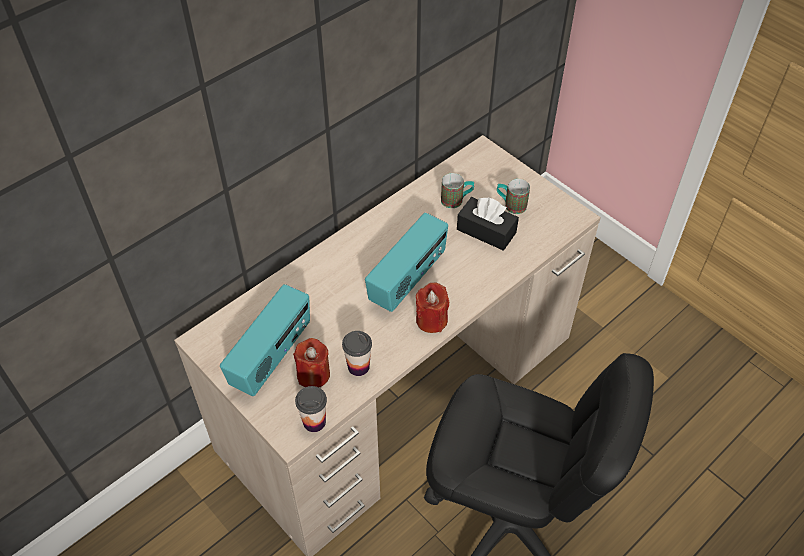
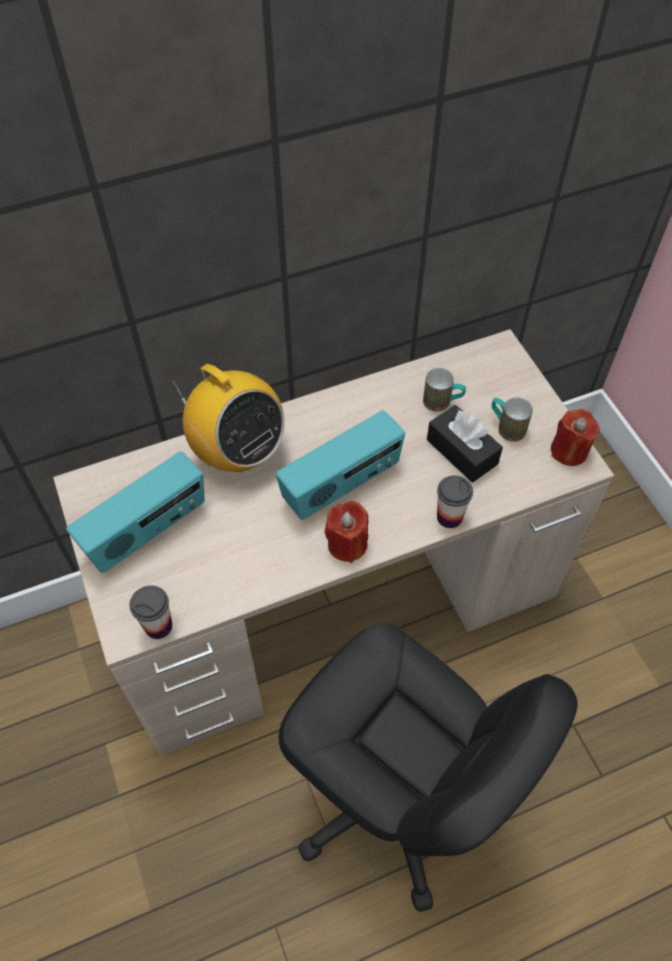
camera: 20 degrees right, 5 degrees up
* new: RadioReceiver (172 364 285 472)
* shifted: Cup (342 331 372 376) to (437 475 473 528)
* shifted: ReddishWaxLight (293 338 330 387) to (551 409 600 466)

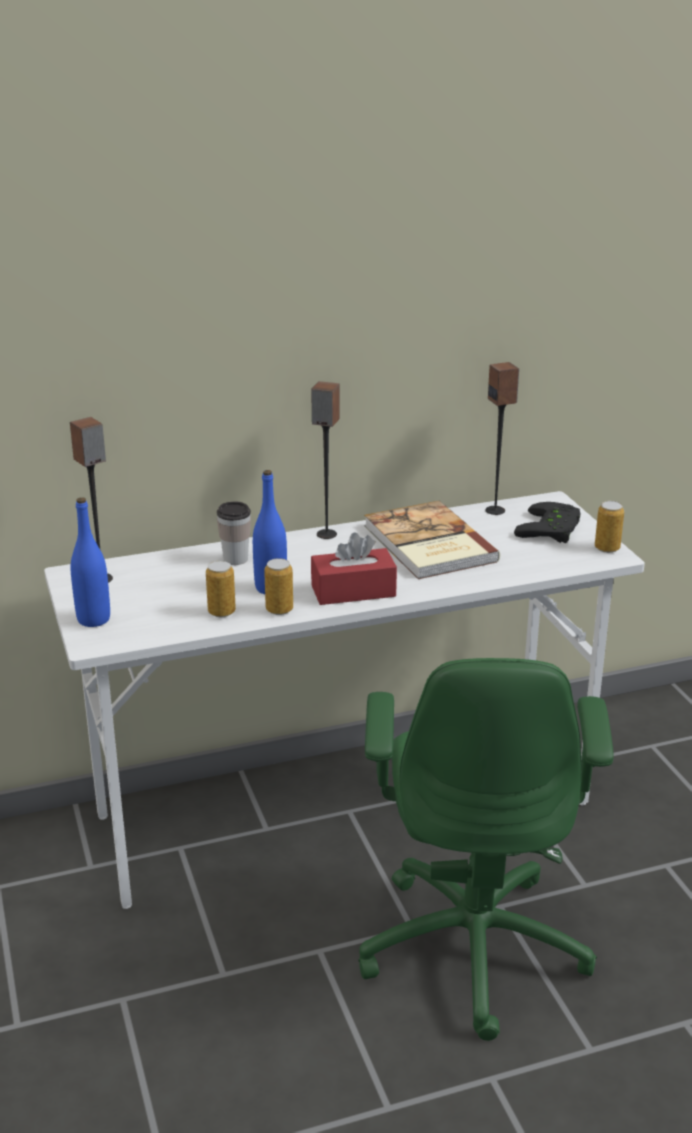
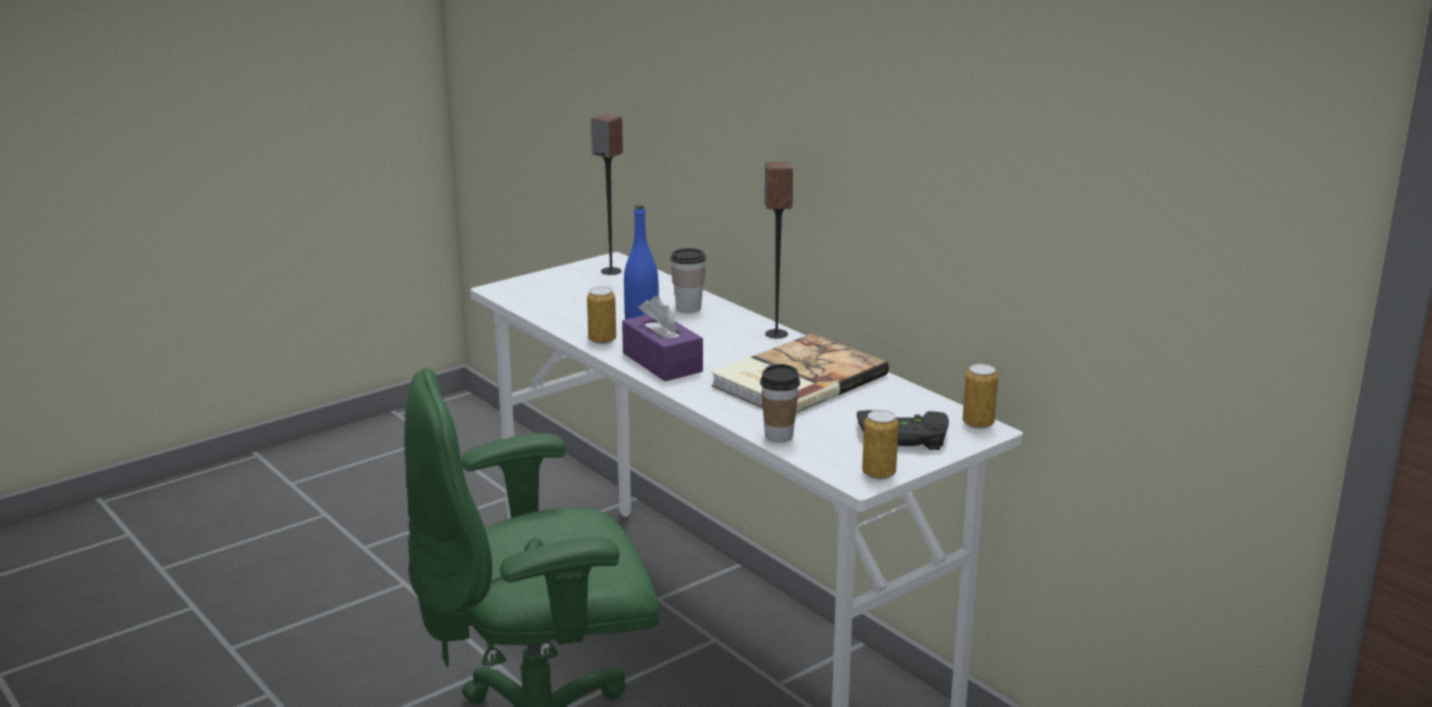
camera: 70 degrees right, 5 degrees down
* repainted: ReddishBoxOfTissues (311 532 397 605) to PurplishBoxOfTissues (622 296 703 381)
* new: Cup (760 364 800 442)
* shifted: Can (206 561 236 617) to (963 364 998 429)
* gone: BlueColouredBeverageBottle (70 497 110 627)
* gone: AudioSpeaker (486 362 519 515)

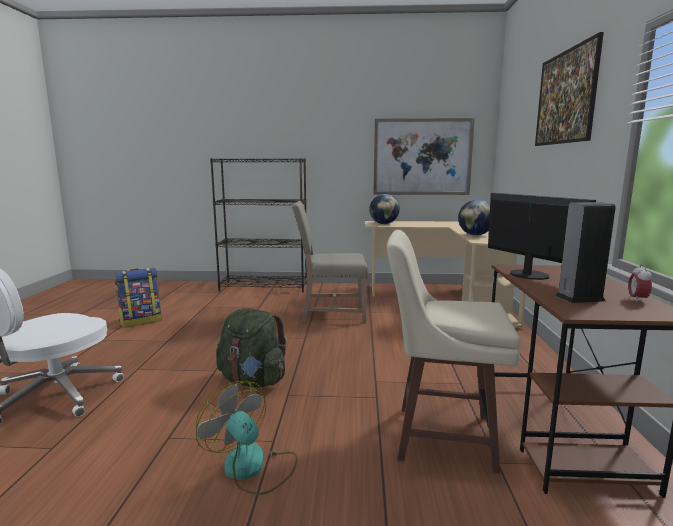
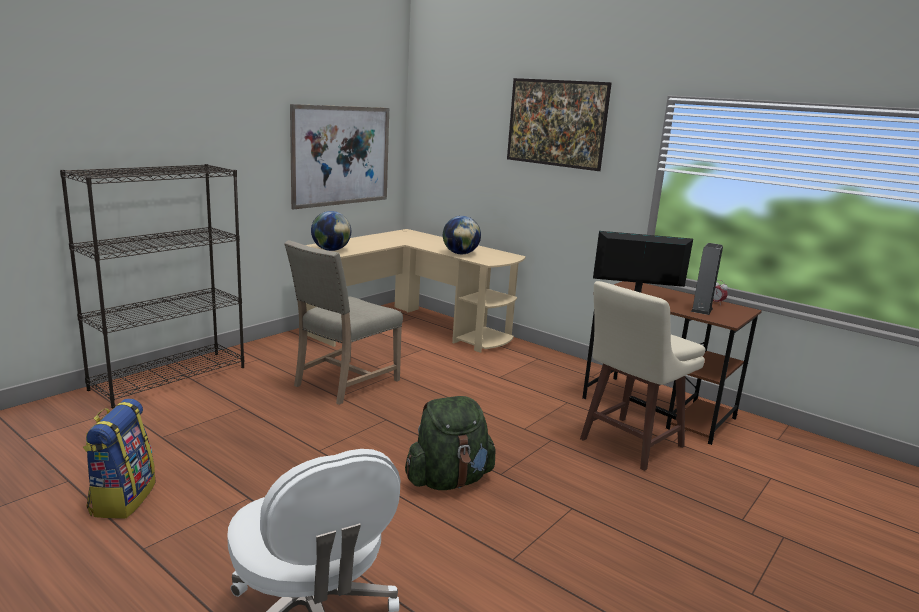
camera: 55 degrees left, 5 degrees up
* gone: ElectricFan (196 381 297 495)

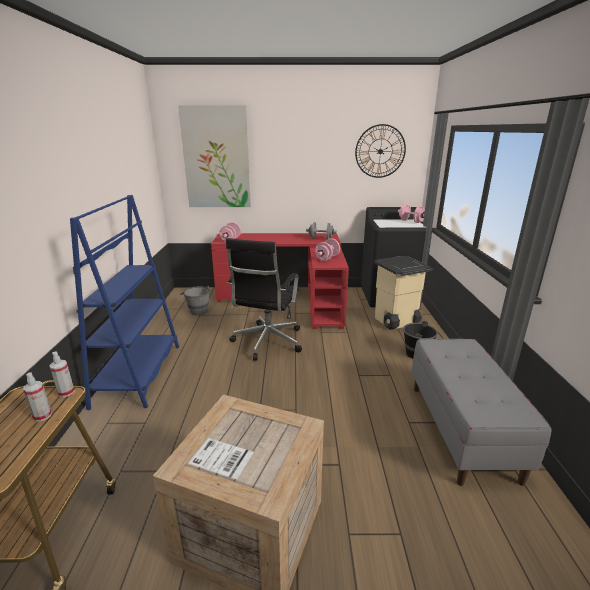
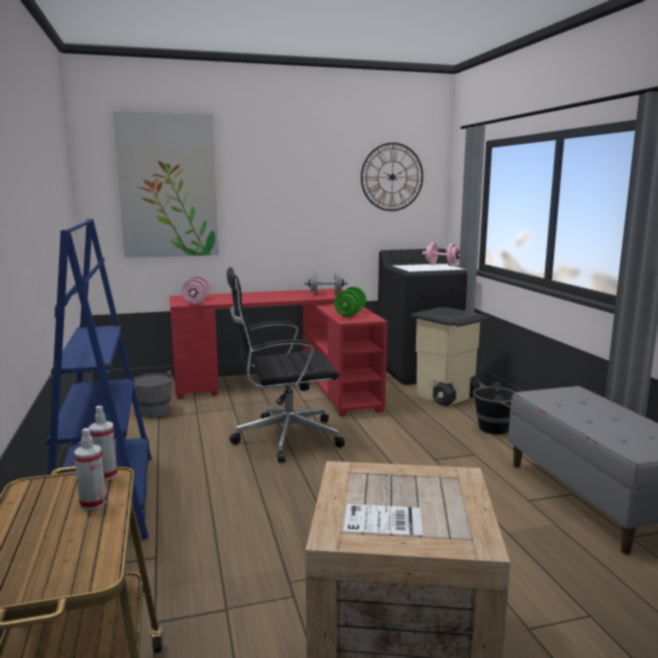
camera: 15 degrees left, 10 degrees down
* rotated: BlackishComputerChair (226 238 302 360) = (227 267 345 463) 75 degrees clockwise
* repainted: PinkishDumbbell (315 238 340 261) to GreenDumbbell (334 286 366 317)

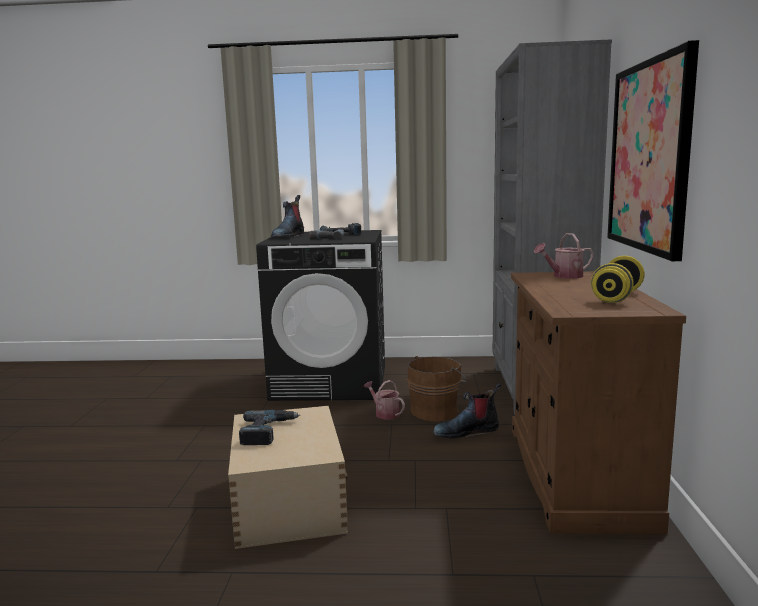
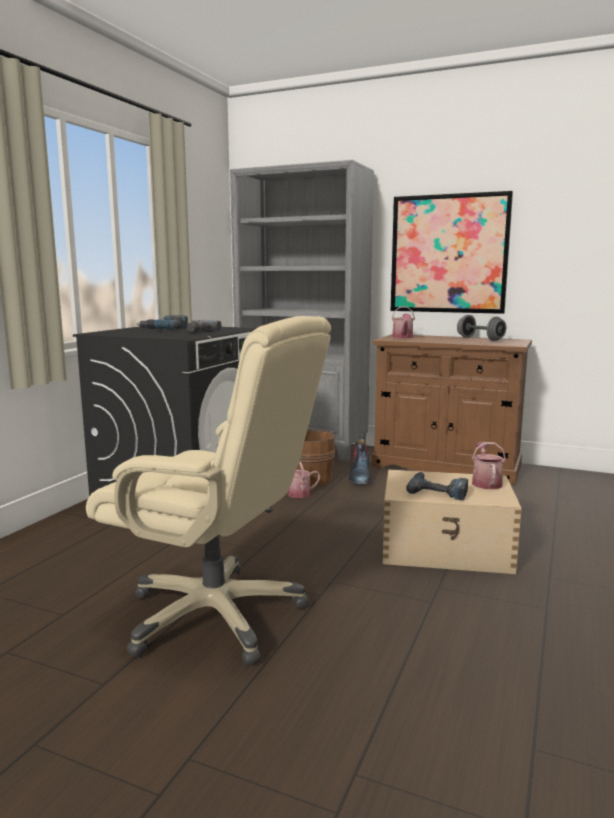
camera: 70 degrees left, 0 degrees up
* new: BeigeColouredComputerChair (86 316 331 666)
* repainted: YellowColouredDumbbell (591 256 645 303) to GrayDumbbell (457 315 506 341)
* new: WateringCan (472 442 506 489)
* gone: TallBoot (271 195 304 238)

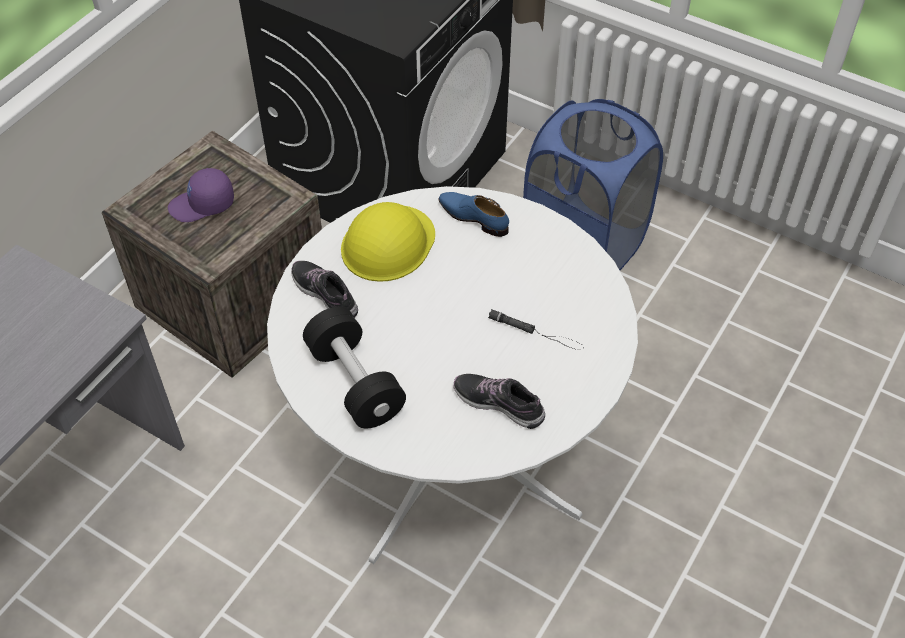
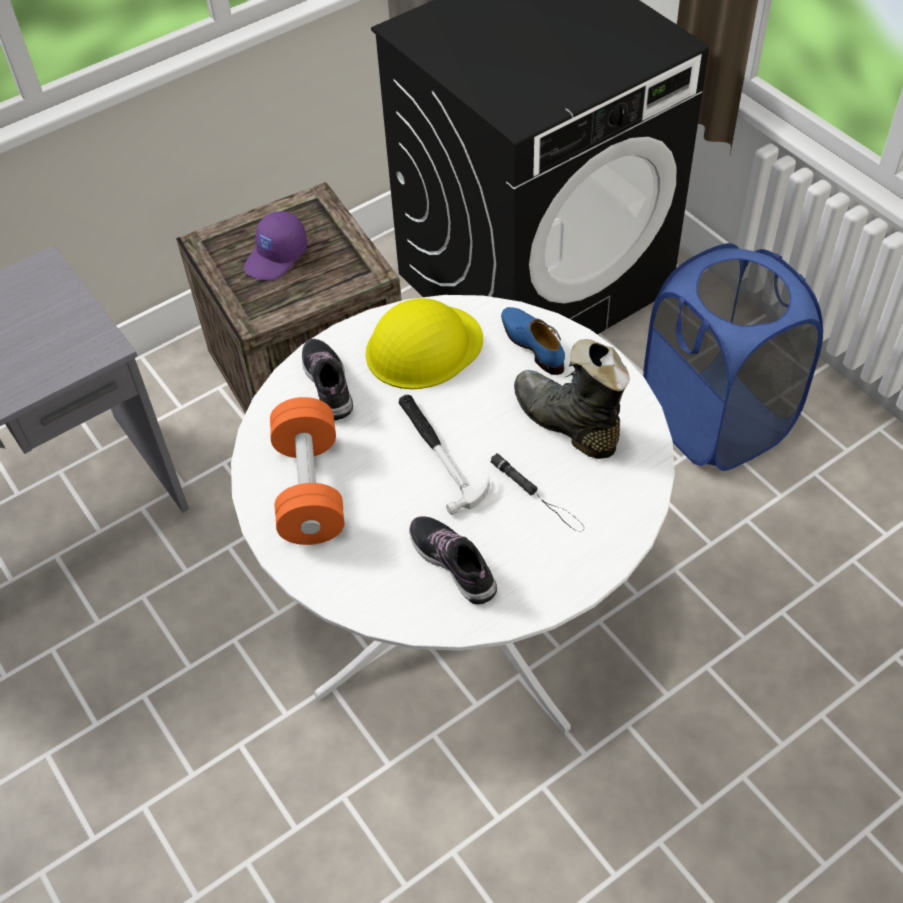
camera: 25 degrees right, 0 degrees up
* rotated: PurplishCap (168 168 234 222) = (244 211 307 280) 60 degrees counterclockwise
* repainted: BlackishDumbbell (303 307 406 429) to OrangeColouredDumbbell (270 397 344 545)
* new: ToolHammer (399 395 490 515)
* new: BlackishTallBoot (514 339 630 459)

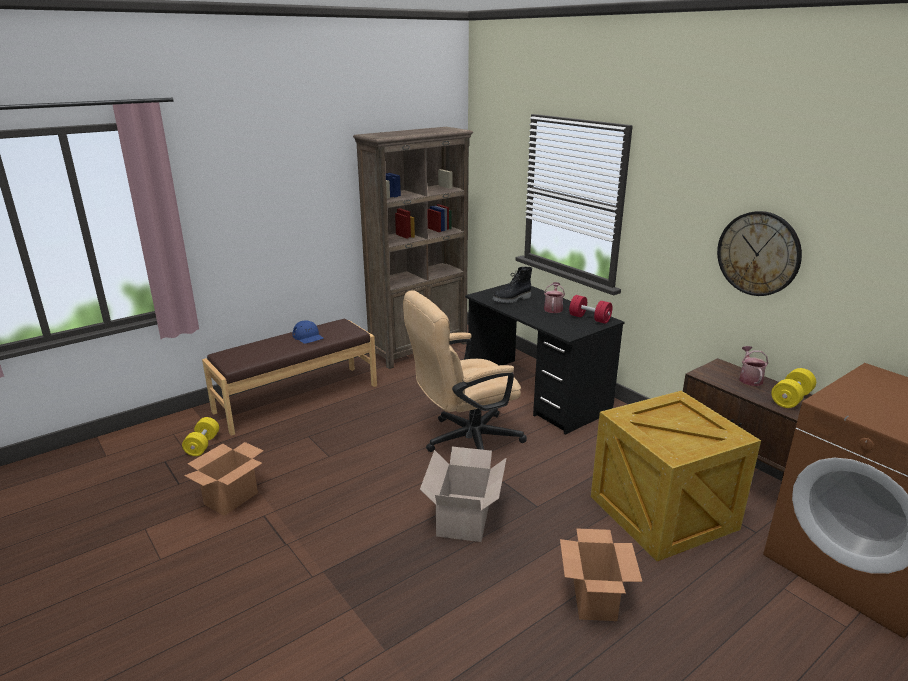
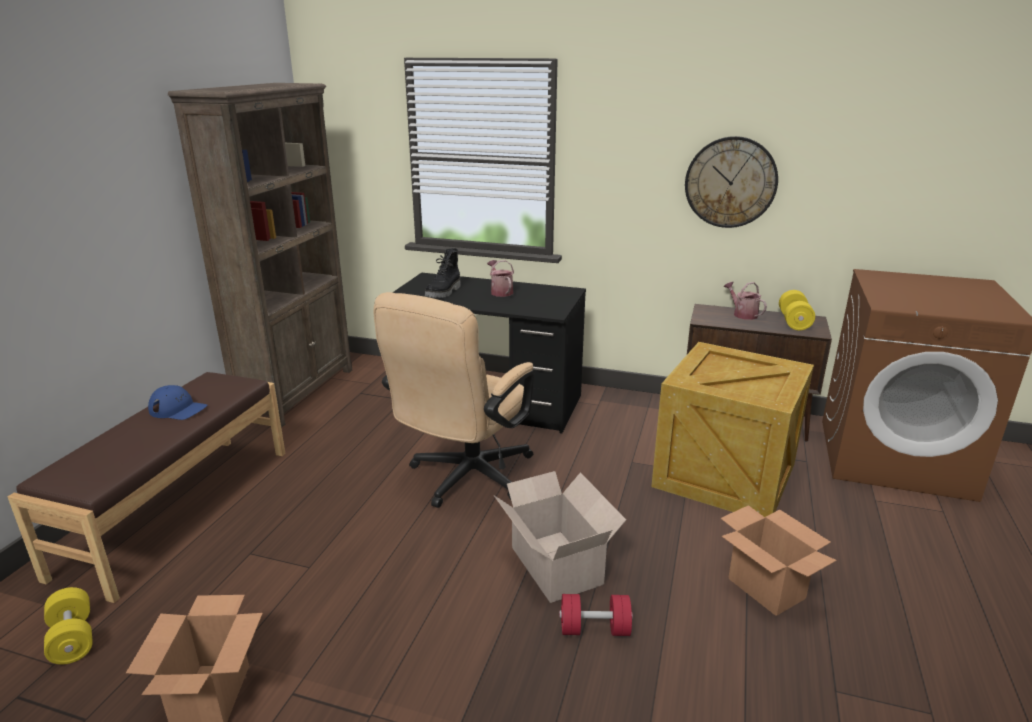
camera: 35 degrees left, 0 degrees up
* shifted: ReddishDumbbell (569 295 612 324) to (559 594 633 636)

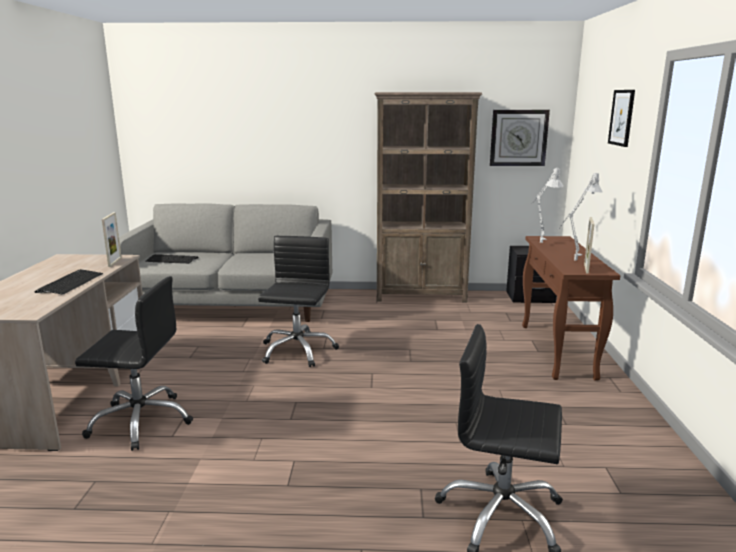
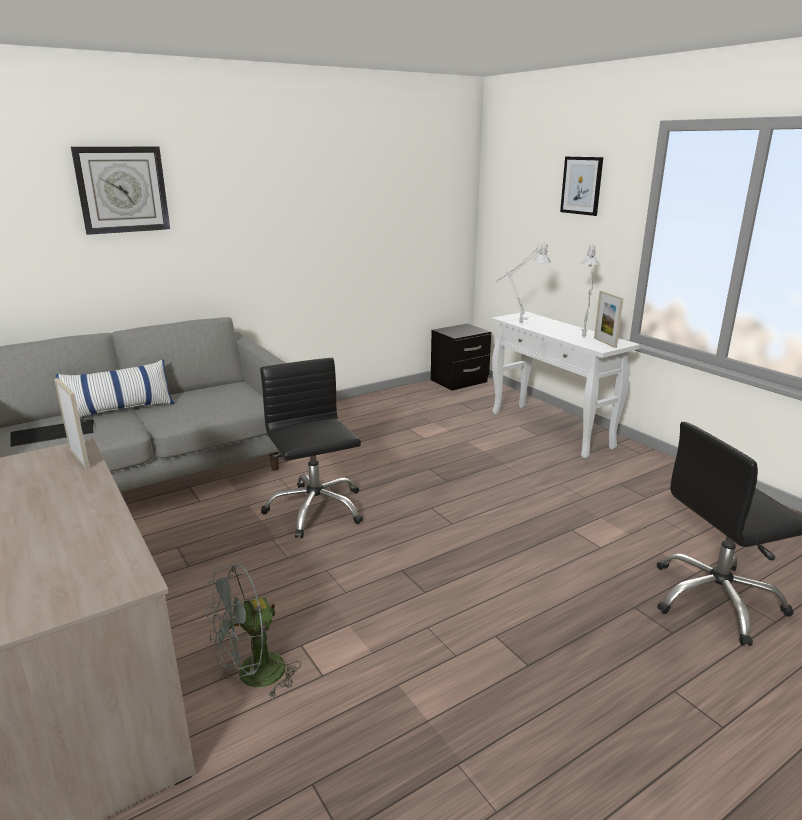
camera: 35 degrees left, 5 degrees up
* new: ThrowPillow (55 359 174 418)
* shifted: ClockOnTheWall (490 110 550 166) to (71 146 170 235)
* swapped: BlackishComputerChair (75 276 193 451) to GrayElectricFan (206 564 301 699)
* repainted: BrownNarrowTable (522 236 621 381) to WhiteColouredNarrowTable (491 312 640 459)
* gone: ComputerKeyboard (35 269 103 295)
* gone: BrownBookshelf (374 92 482 302)

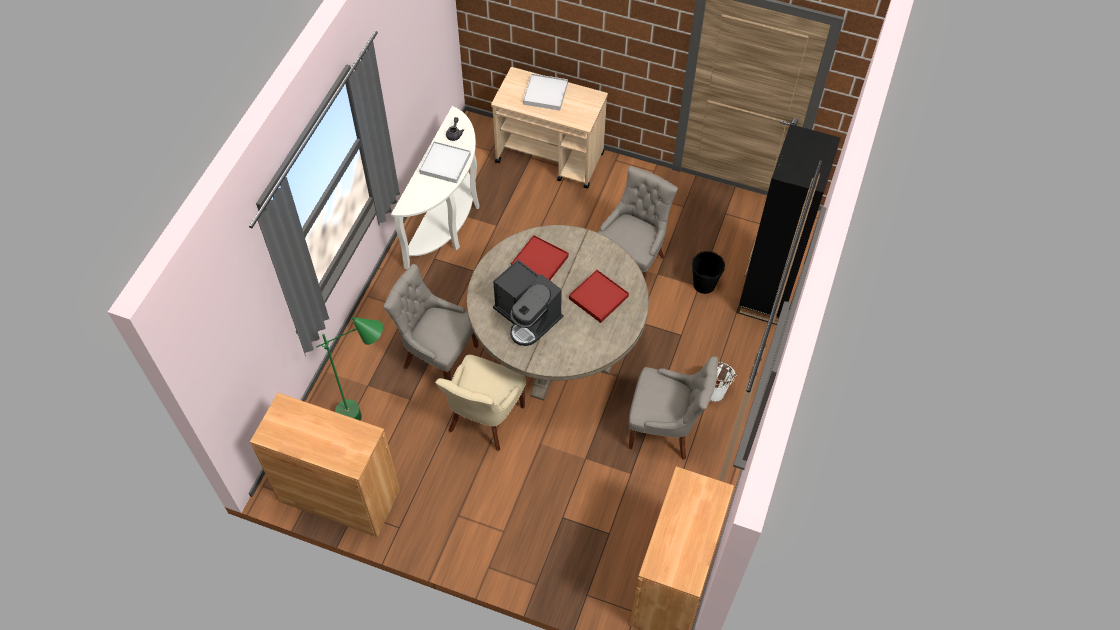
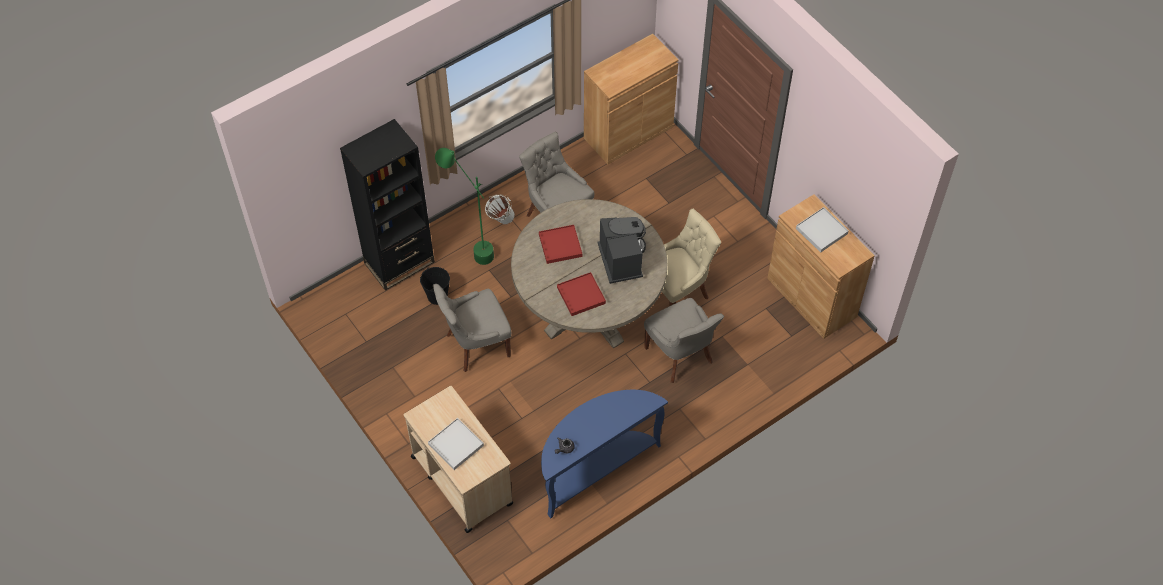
camera: 145 degrees left, 0 degrees up
* shifted: GreenFloorLamp (316 317 383 421) to (435 148 494 265)
* repainted: WhiteColouredNarrowTable (391 106 479 270) to BlueColouredNarrowTable (541 390 668 518)
* shifted: WhiteColouredTray (419 141 471 183) to (796 207 849 253)

